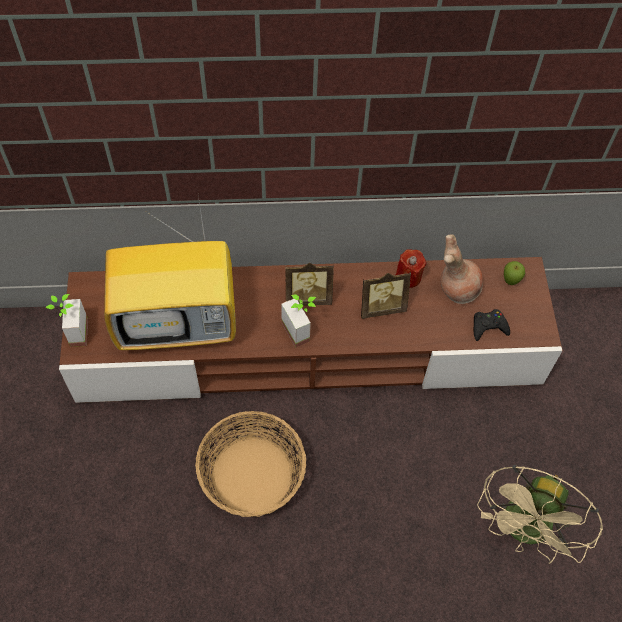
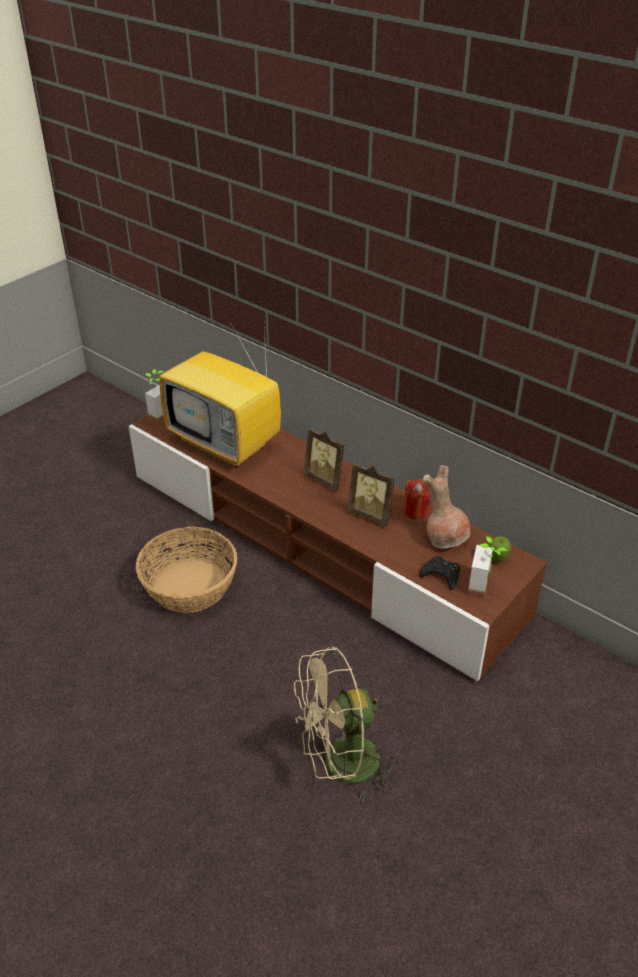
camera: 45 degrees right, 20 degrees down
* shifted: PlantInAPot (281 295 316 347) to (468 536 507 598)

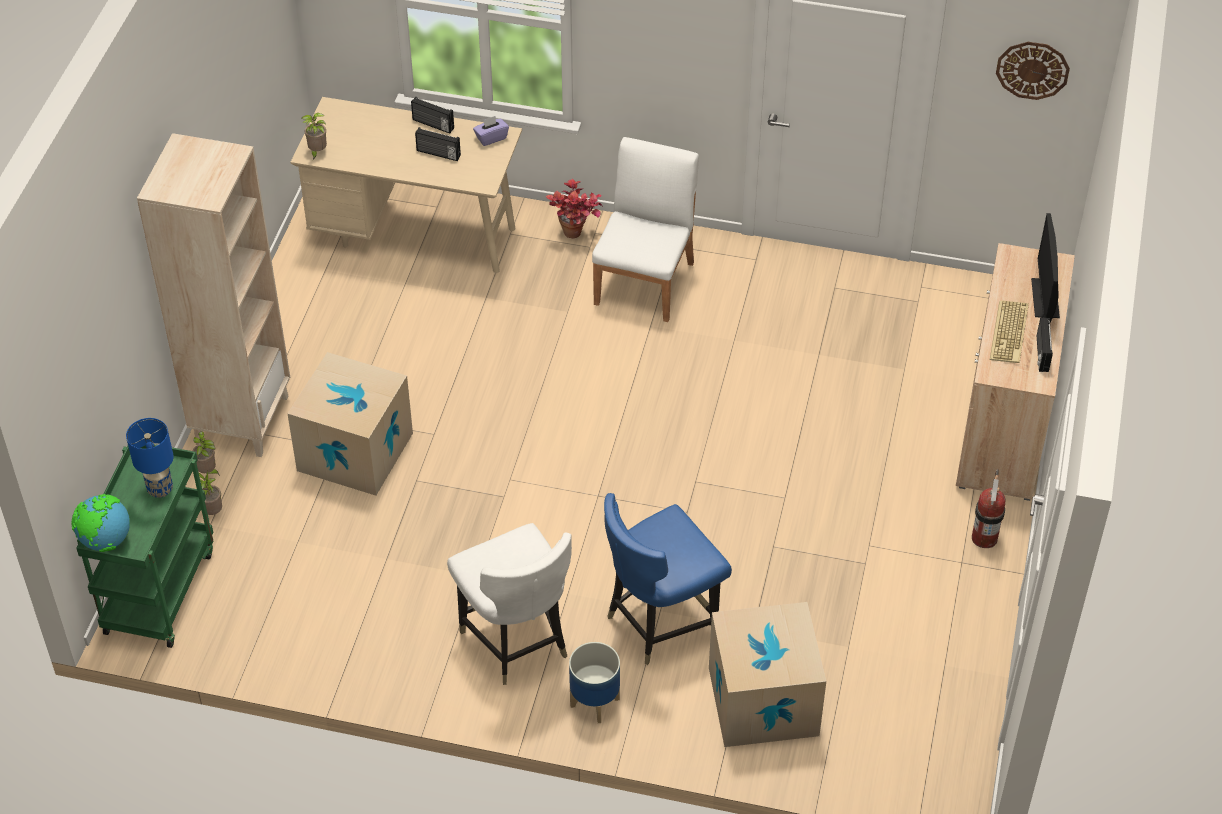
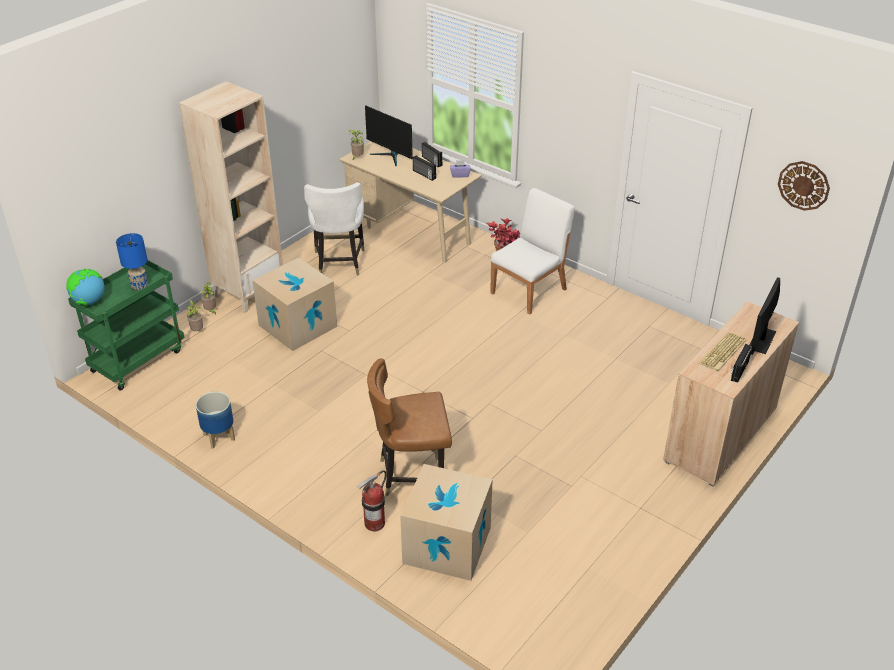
camera: 25 degrees right, 10 degrees down
* shifted: PlantPot (569 642 620 723) to (196 392 235 449)
* shifted: WhiteColouredUprightChair (447 523 572 685) to (304 182 364 275)
* shifted: Extinguisher (972 469 1005 548) to (357 470 387 532)
* new: Monitor (365 105 413 166)
* repainted: BlueColouredUprightChair (604 493 732 665) to BrownUprightChair (367 358 452 496)

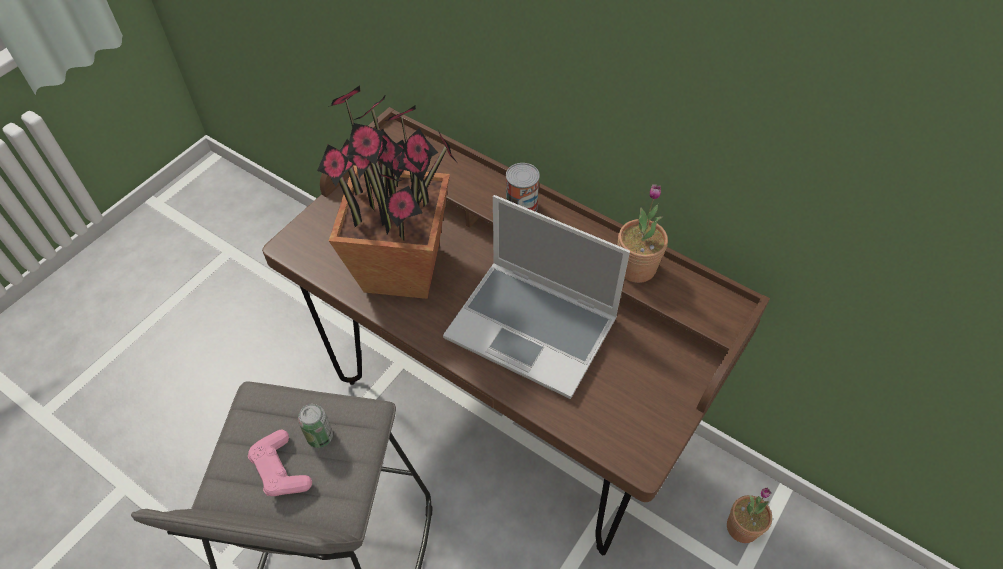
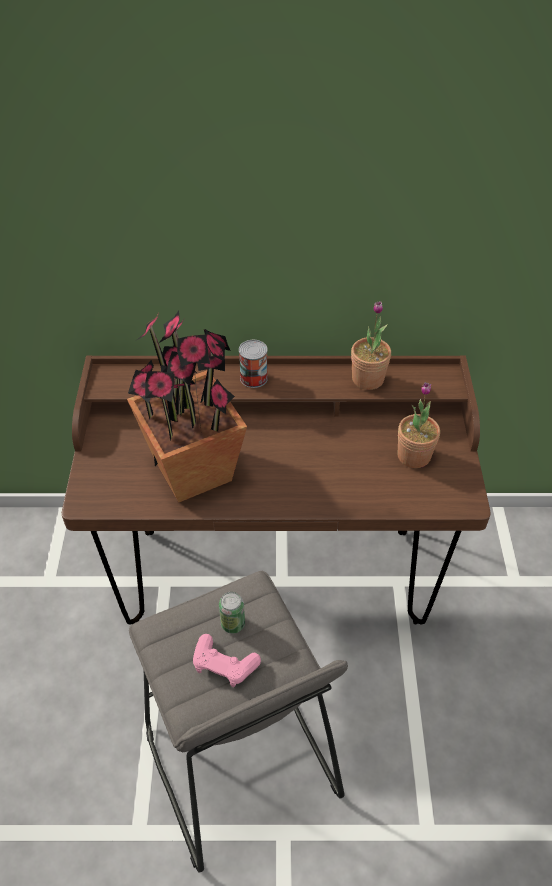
camera: 35 degrees left, 5 degrees down
* shifted: PlantInAPot (727 488 772 543) to (397 382 440 468)
* gone: PortableComputer (443 195 630 399)

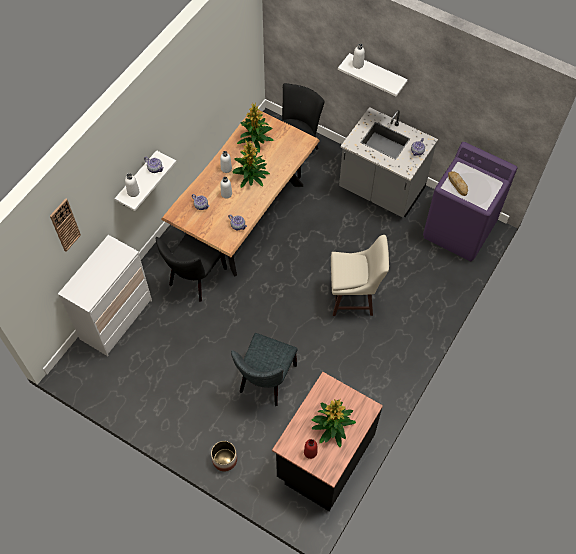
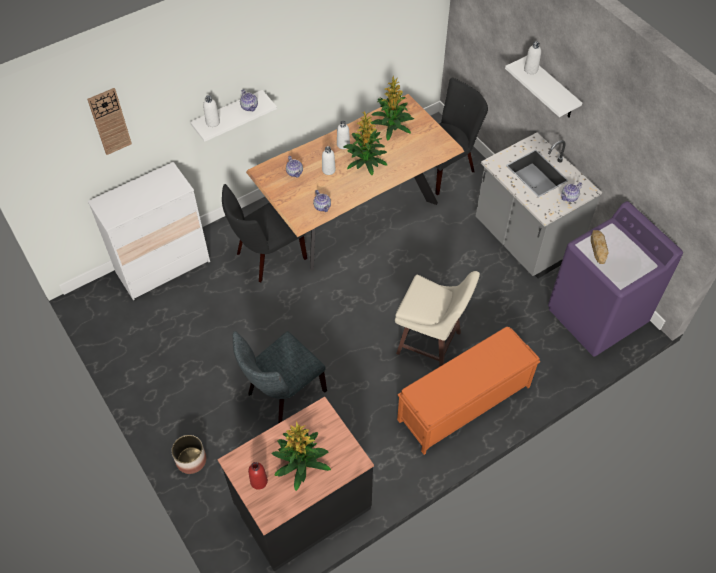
camera: 25 degrees right, 5 degrees down
* new: OrangeColouredIndoorBench (397 327 540 455)

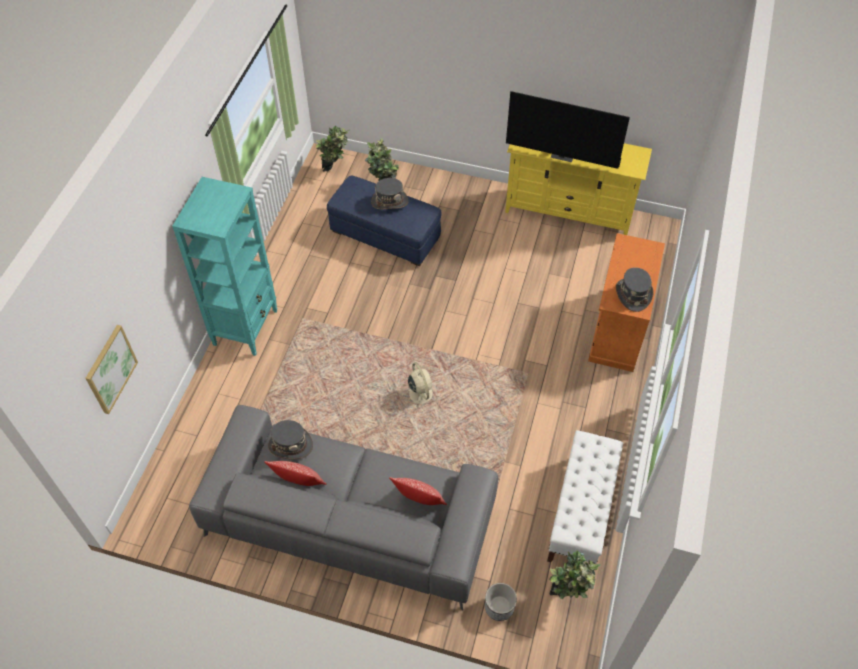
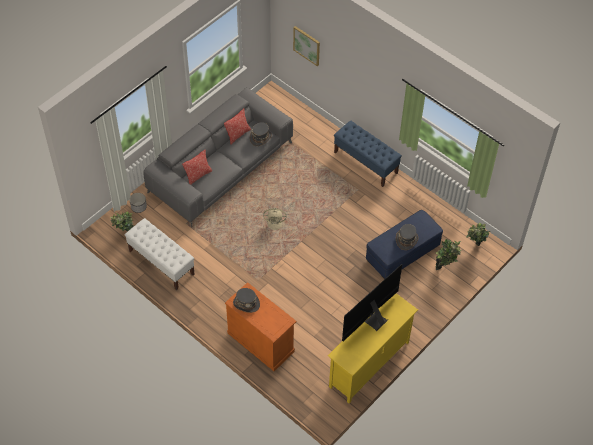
camera: 115 degrees right, 0 degrees up
* swapped: TurquoiseBookshelf (172 177 277 356) to BlueColouredIndoorBench (334 121 402 187)

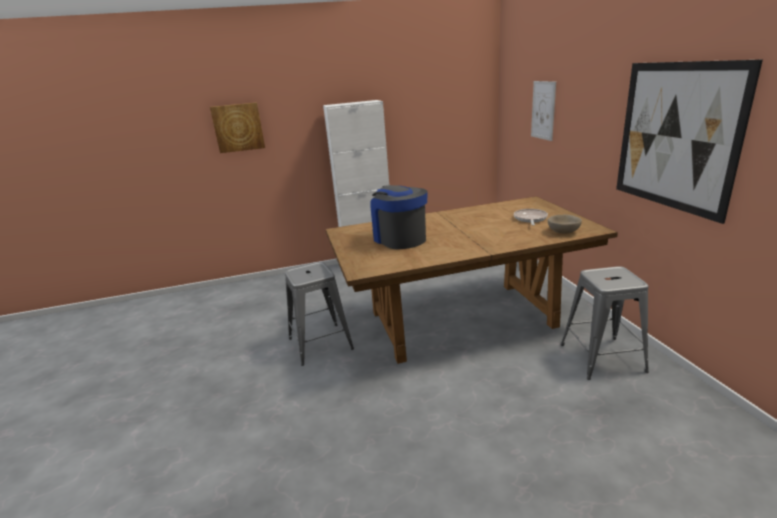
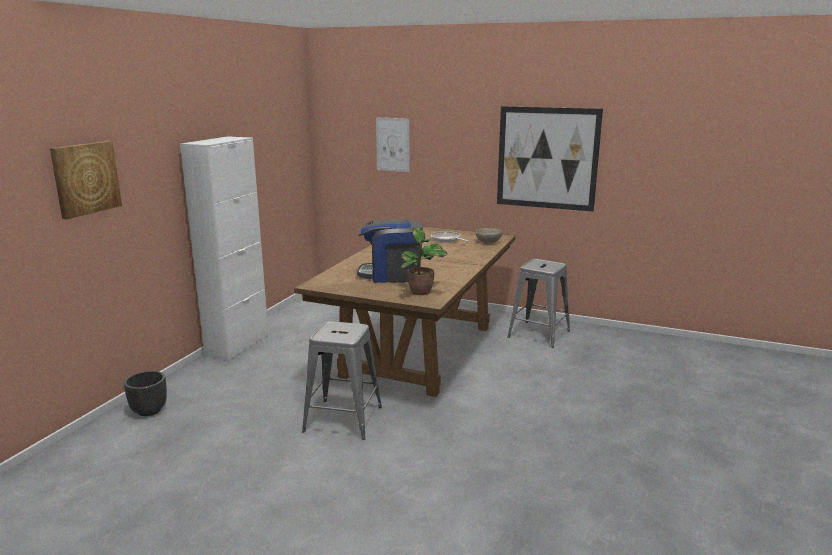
camera: 55 degrees left, 5 degrees down
* new: BlackishPlantPot (124 371 167 416)
* new: PlantInAPot (400 227 447 295)

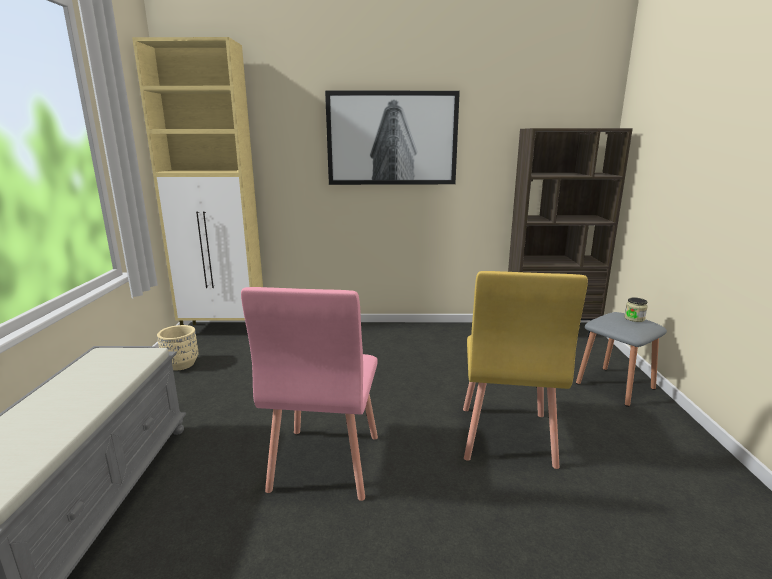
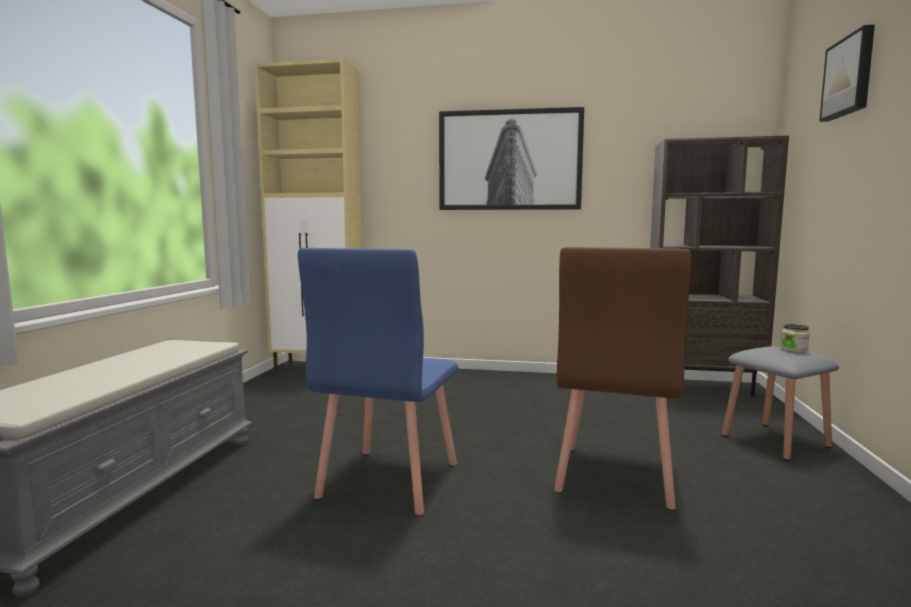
camera: 10 degrees right, 10 degrees down
* repainted: PinkishUprightChair (241 287 378 501) to BlueColouredUprightChair (298 248 458 515)
* repainted: YellowColouredUprightChair (463 271 588 469) to BrownUprightChair (554 247 691 509)
* new: WallPicture (819 25 875 122)
* gone: BeigeColouredPlantPot (157 325 199 370)

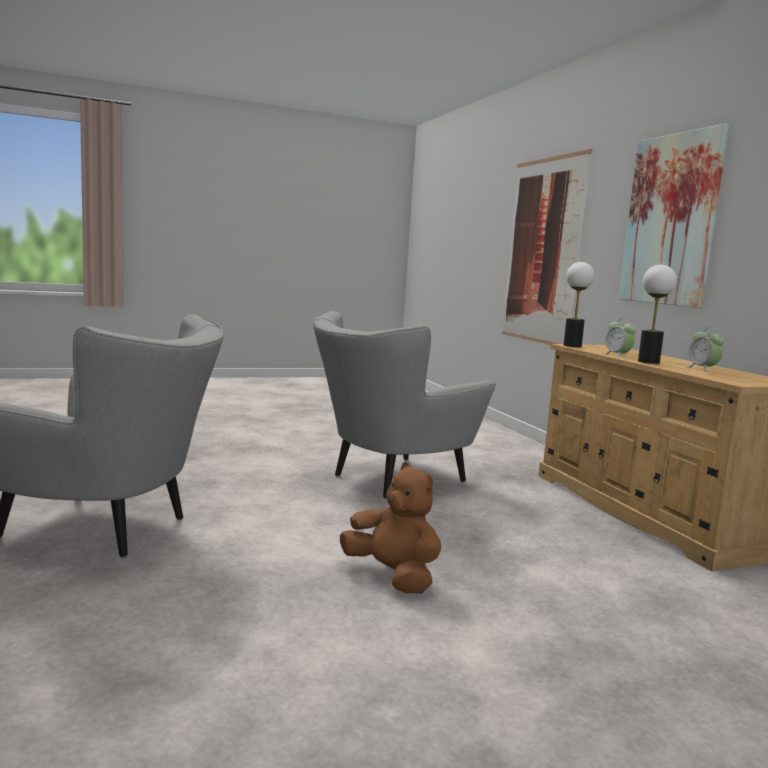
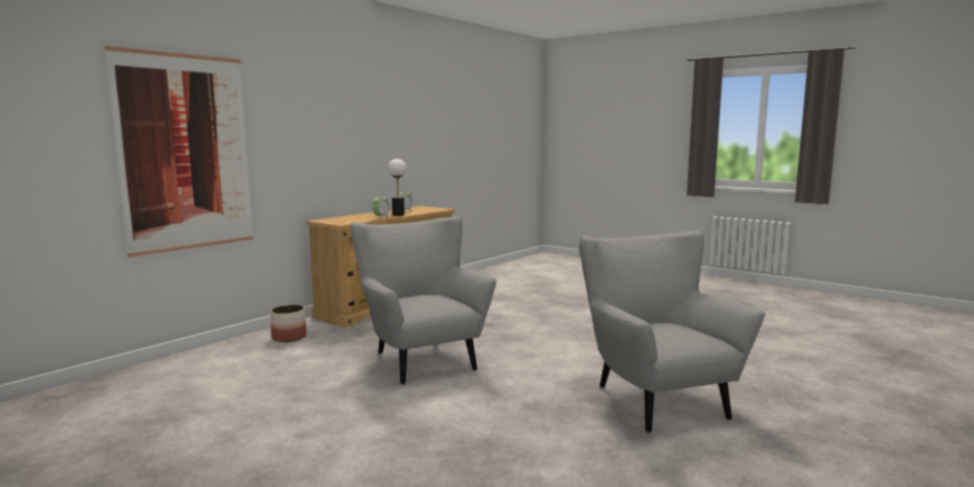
camera: 120 degrees left, 0 degrees up
* new: PlantPot (270 305 307 342)
* rotated: GrayLoungeChair (313 311 496 499) = (350 215 496 385) 135 degrees counterclockwise
* gone: BrownPlushToy (340 462 441 593)
* gone: LampForATable (563 262 594 347)
* gone: WallPicture (619 124 729 308)

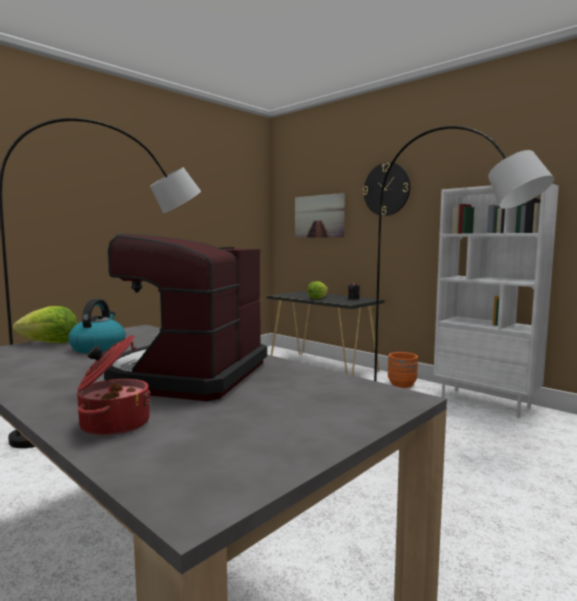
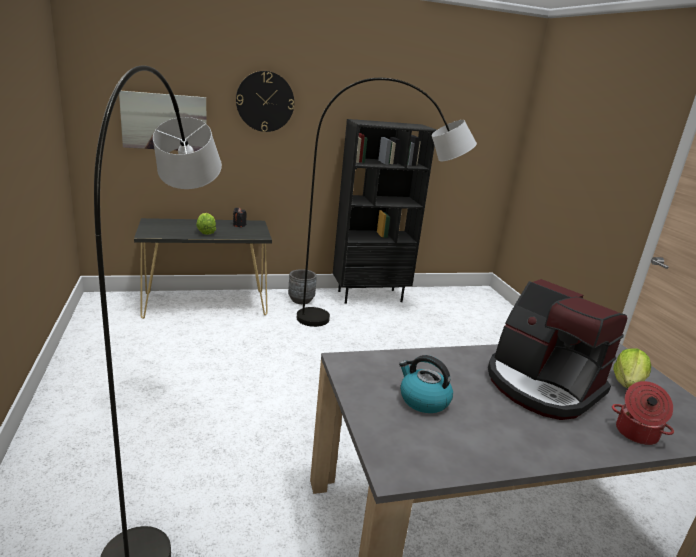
camera: 60 degrees left, 15 degrees up
* repainted: OrangeColouredPlantPot (388 352 418 388) to GrayPlantPot (288 269 317 304)
* repainted: WhiteColouredBookshelf (433 184 559 417) to BlackishBookshelf (333 119 436 304)
* shifted: HeadOfLettuce (13 306 77 343) to (613 349 651 388)

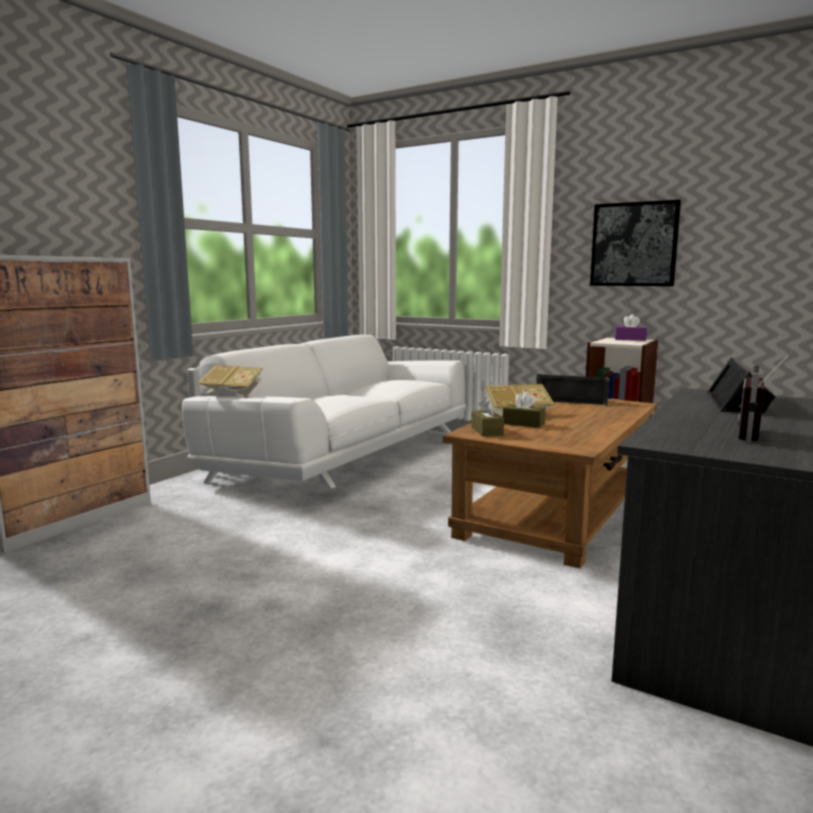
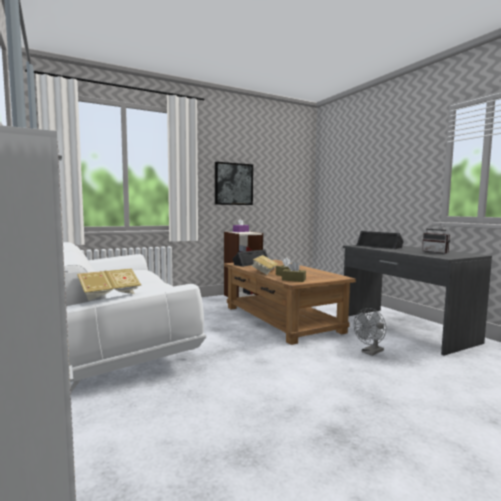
camera: 60 degrees left, 5 degrees down
* new: GrayElectricFan (354 308 386 356)

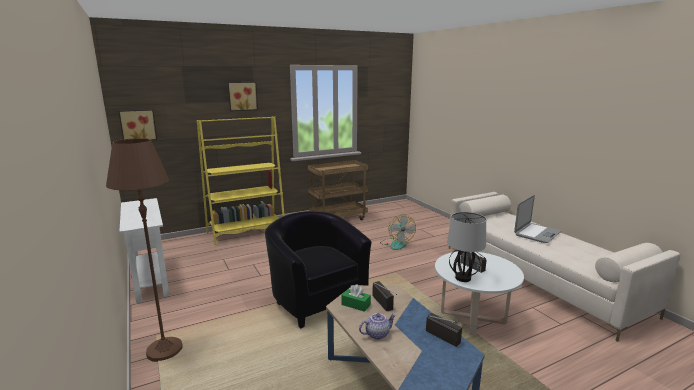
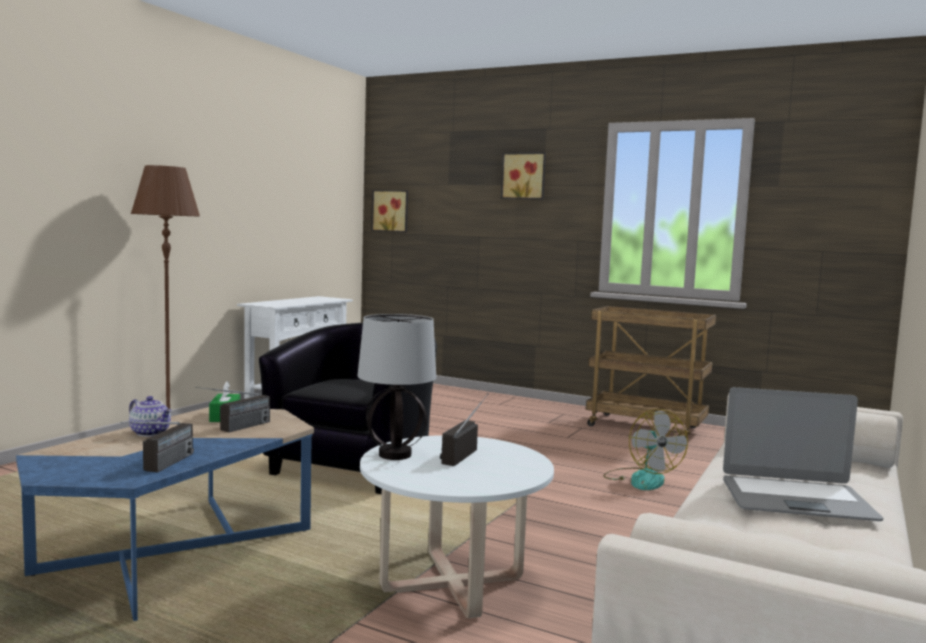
camera: 55 degrees right, 10 degrees down
* rotated: ElectricFan (380 215 416 250) = (603 409 688 490) 60 degrees counterclockwise
* gone: YellowColouredBookshelf (197 116 285 245)

